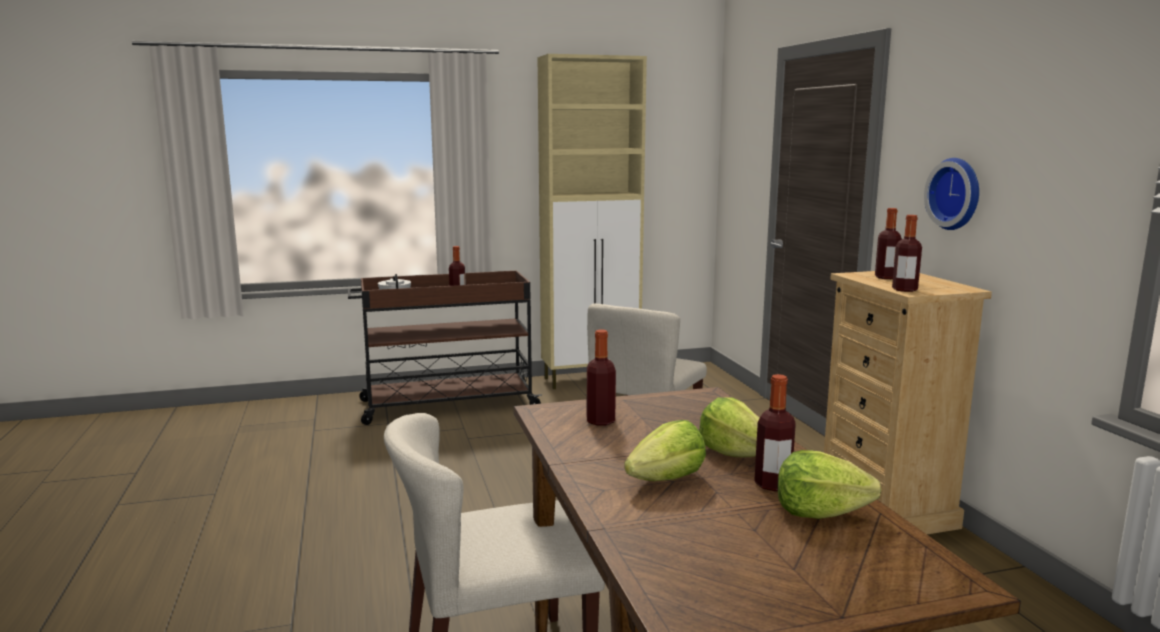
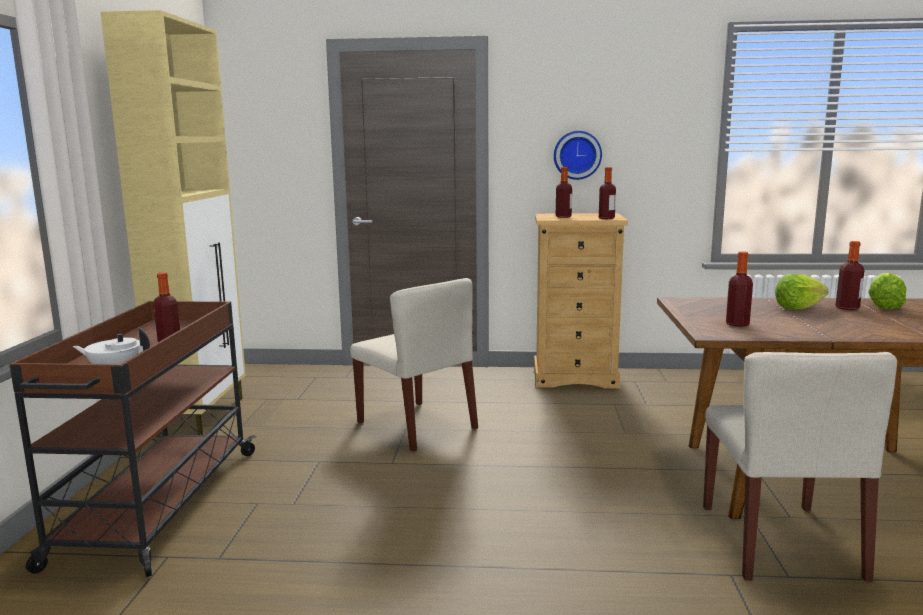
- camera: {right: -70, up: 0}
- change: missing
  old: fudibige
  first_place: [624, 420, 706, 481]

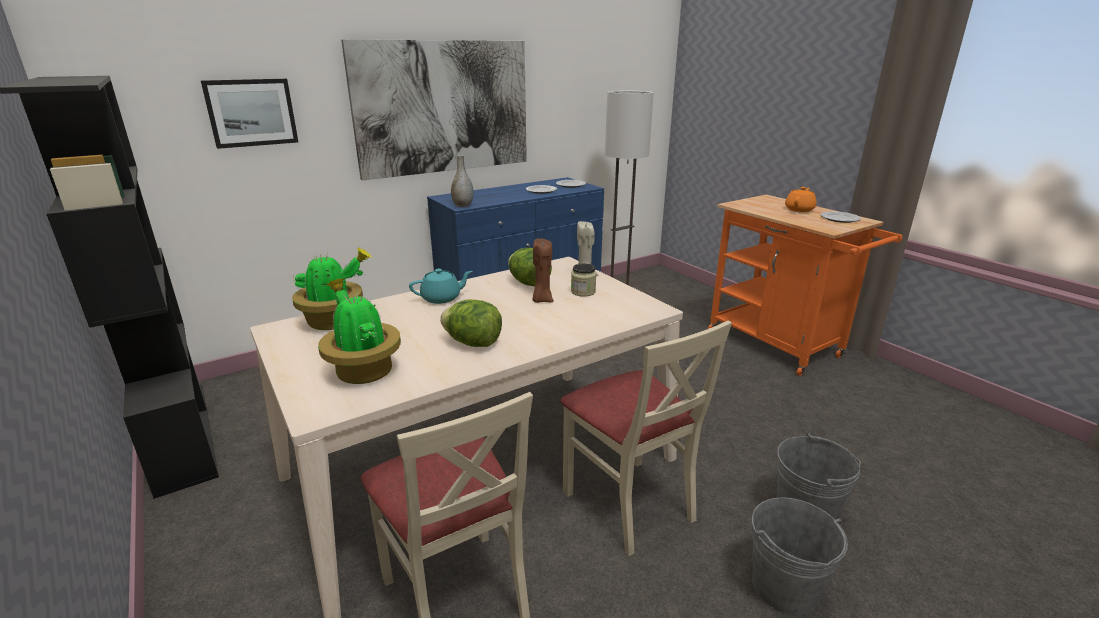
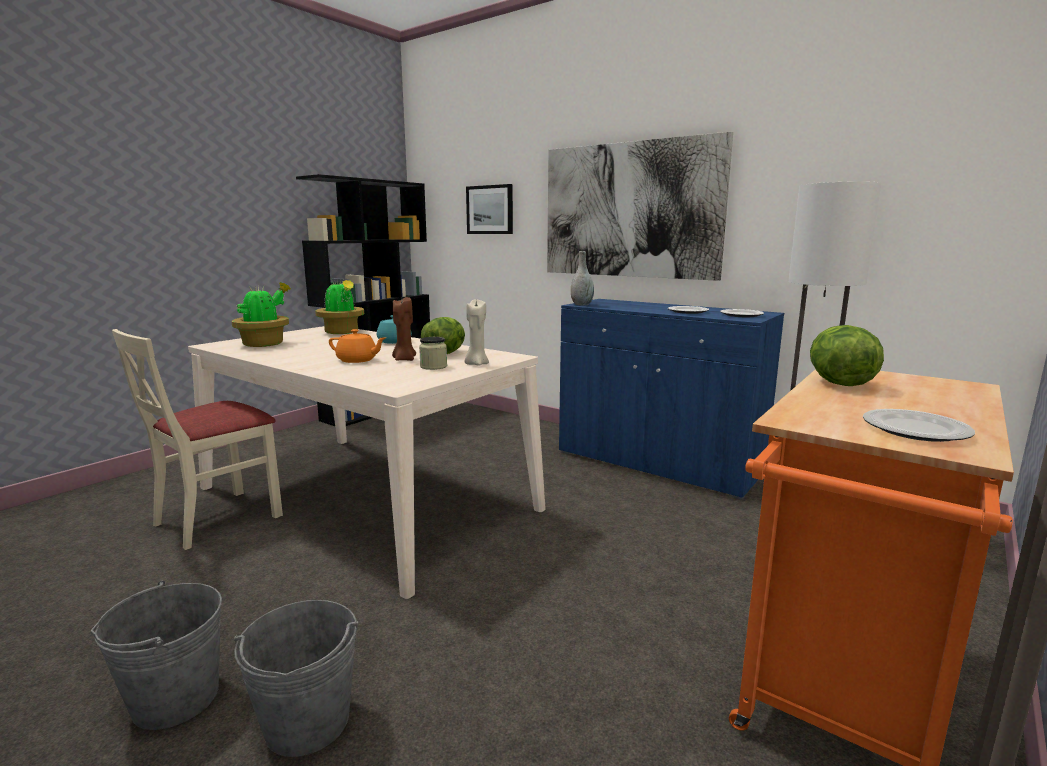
- camera: {right: 70, up: -10}
- change: relocated
  old: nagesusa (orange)
  first_place: [785, 187, 817, 212]
  second_place: [329, 329, 386, 363]
- change: relocated
  old: fudibige
  first_place: [440, 299, 502, 347]
  second_place: [810, 325, 884, 386]
- change: missing
  old: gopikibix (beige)
  first_place: [560, 320, 732, 556]

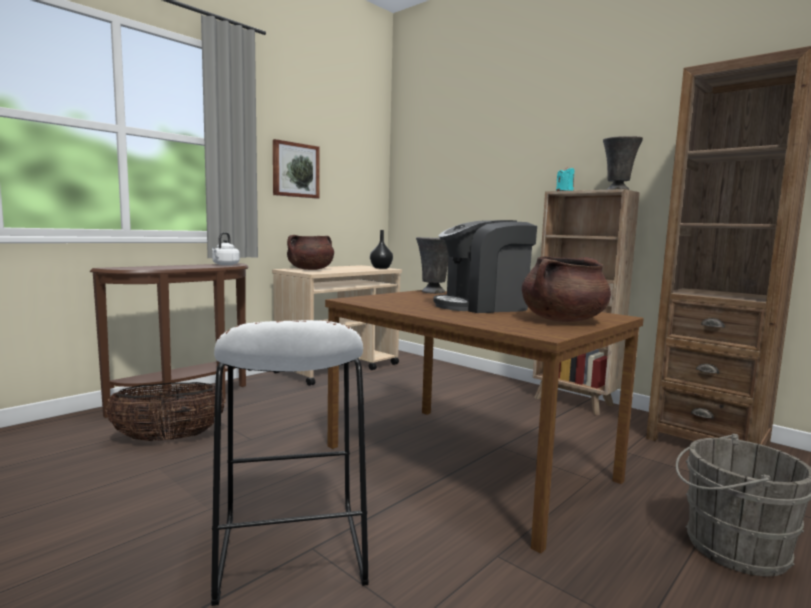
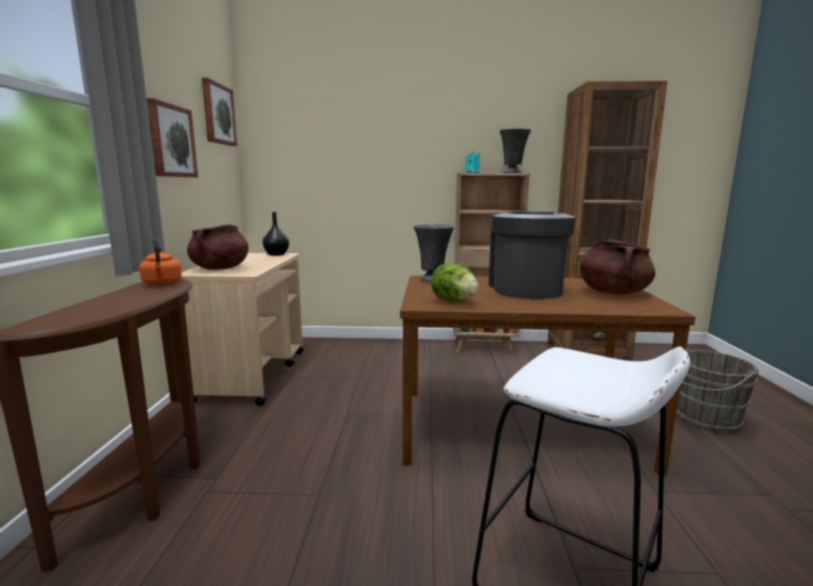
- camera: {right: -40, up: 5}
- change: spun
  old: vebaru
  first_place: [433, 220, 537, 313]
  second_place: [489, 211, 576, 299]
  degrees: 150
- change: colour
  old: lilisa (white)
  new: lilisa (orange)
  first_place: [212, 232, 240, 265]
  second_place: [139, 237, 182, 285]
- change: missing
  old: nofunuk
  first_place: [105, 382, 226, 441]
- change: appeared
  new: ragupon
  second_place: [202, 78, 237, 146]
- change: appeared
  new: fudibige
  second_place: [431, 263, 479, 302]

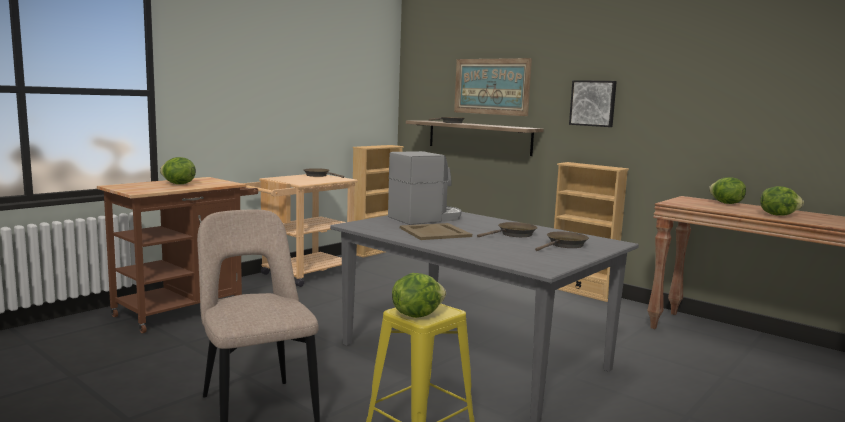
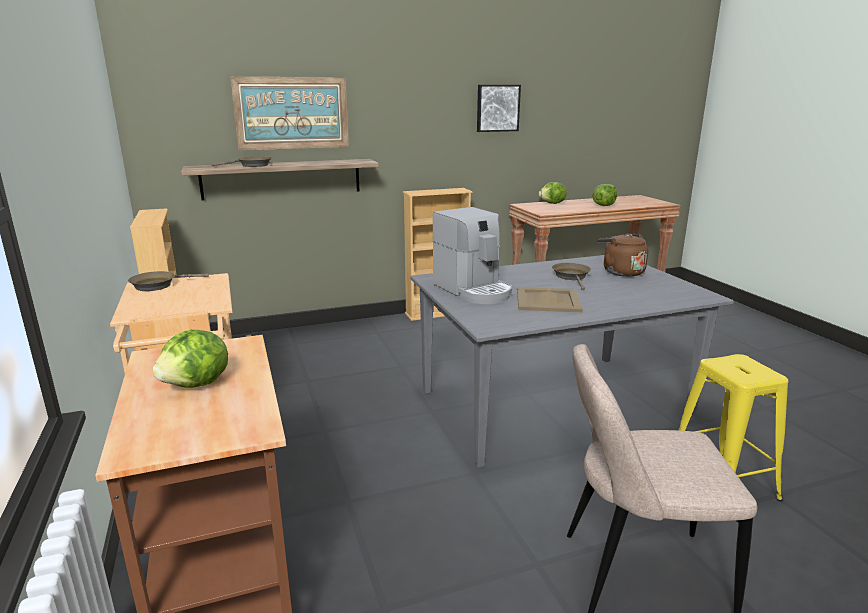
- camera: {right: -60, up: 10}
- change: relocated
  old: ragupon
  first_place: [569, 80, 617, 127]
  second_place: [477, 85, 521, 132]
- change: spun
  old: vebaru
  first_place: [388, 151, 462, 225]
  second_place: [432, 207, 512, 304]
  degrees: 150
- change: exchanged
  old: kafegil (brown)
  new: lilisa (brown)
  first_place: [535, 232, 589, 251]
  second_place: [598, 233, 648, 277]
- change: missing
  old: fudibige
  first_place: [392, 273, 446, 318]

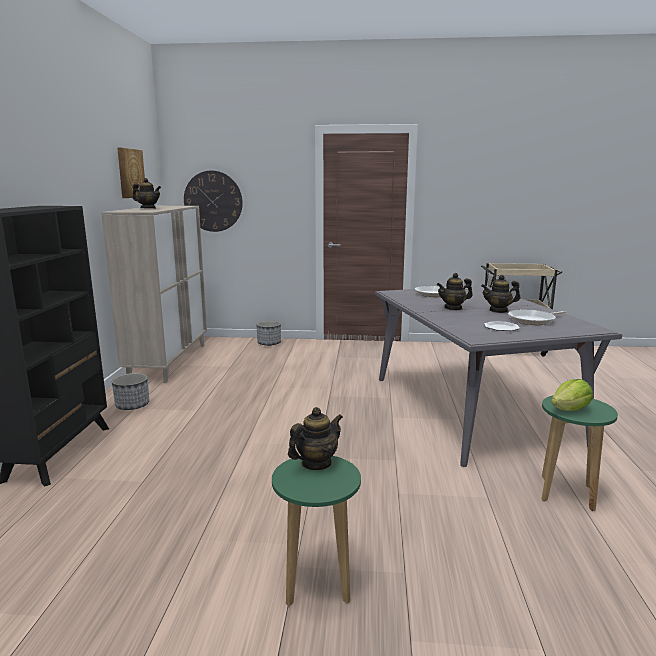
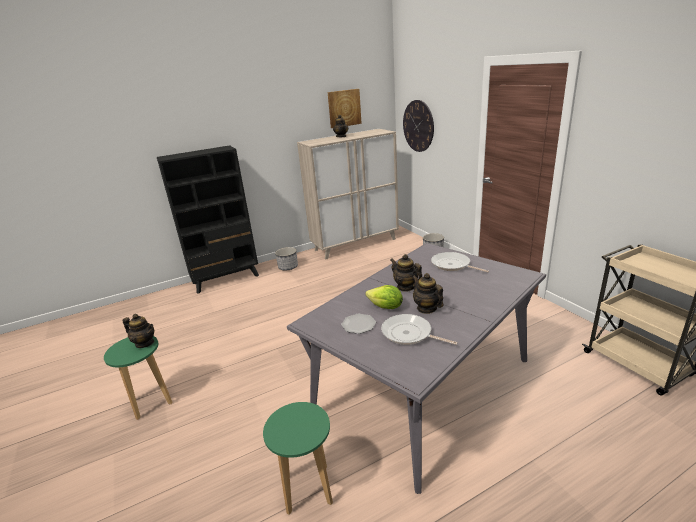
- camera: {right: 60, up: 10}
- change: relocated
  old: fudibige
  first_place: [551, 379, 593, 411]
  second_place: [365, 285, 403, 309]

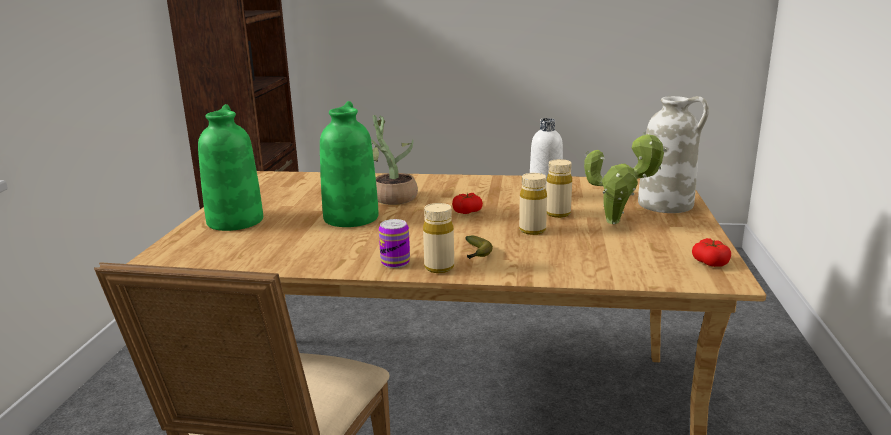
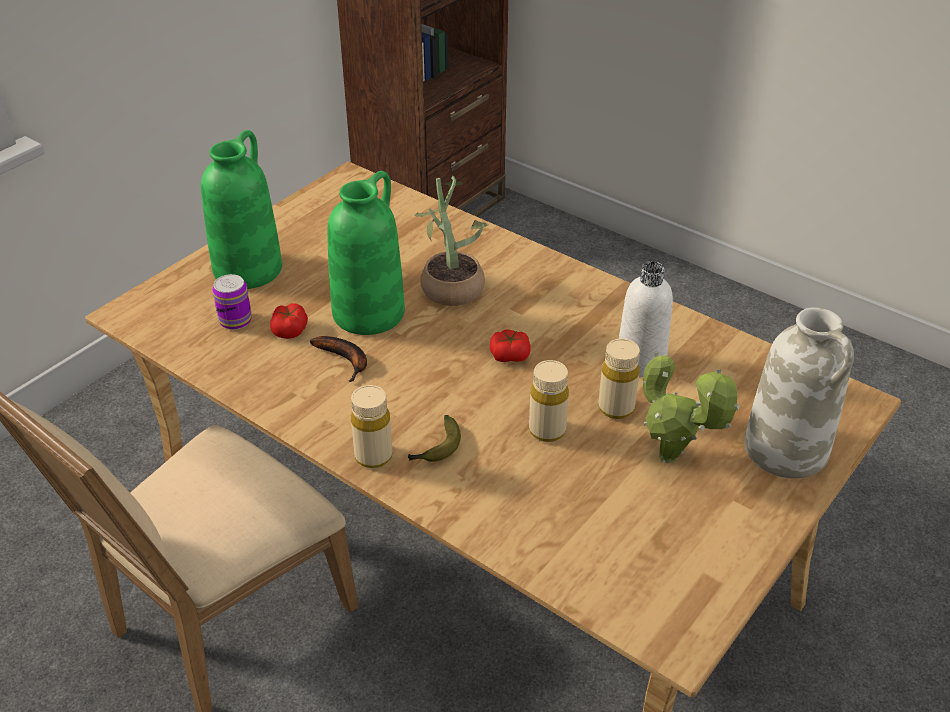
- camera: {right: 30, up: 20}
- change: relocated
  old: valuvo
  first_place: [379, 219, 410, 268]
  second_place: [212, 274, 252, 330]
- change: relocated
  old: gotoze
  first_place: [692, 238, 731, 267]
  second_place: [270, 303, 308, 339]
- change: appeared
  new: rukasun
  second_place: [310, 336, 367, 382]

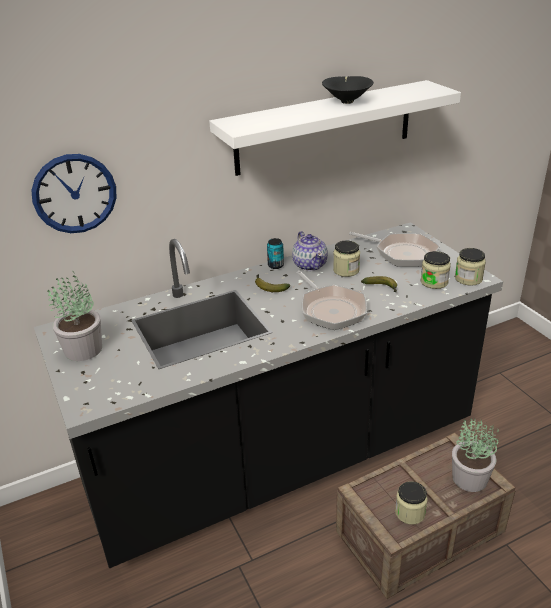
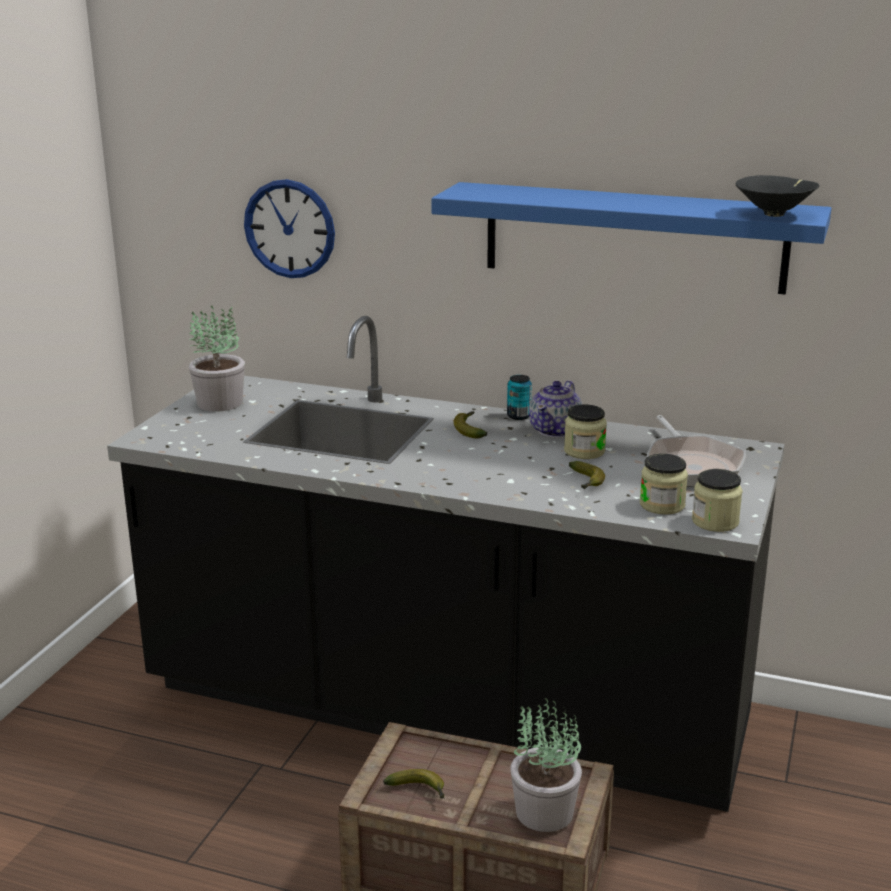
- camera: {right: 45, up: -10}
- change: relocated
  old: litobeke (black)
  first_place: [322, 76, 374, 104]
  second_place: [736, 175, 819, 217]
- change: colour
  old: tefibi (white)
  new: tefibi (blue)
  first_place: [209, 80, 461, 176]
  second_place: [431, 182, 832, 295]
- change: missing
  old: kafegil
  first_place: [297, 271, 367, 330]
- change: exchanged
  old: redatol
  new: rukasun
  first_place: [395, 481, 428, 525]
  second_place: [383, 769, 445, 799]

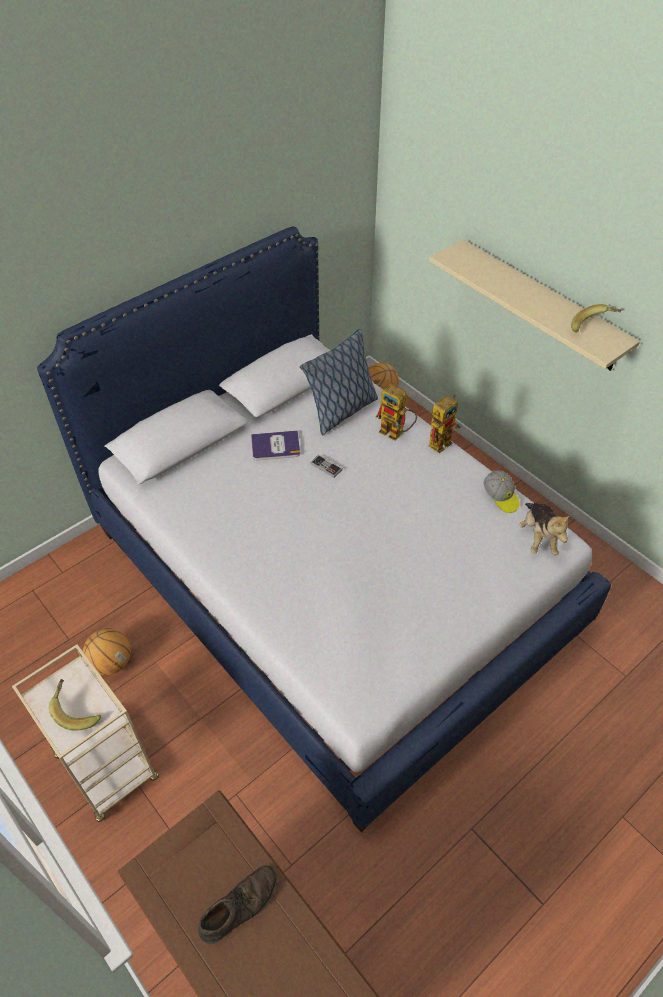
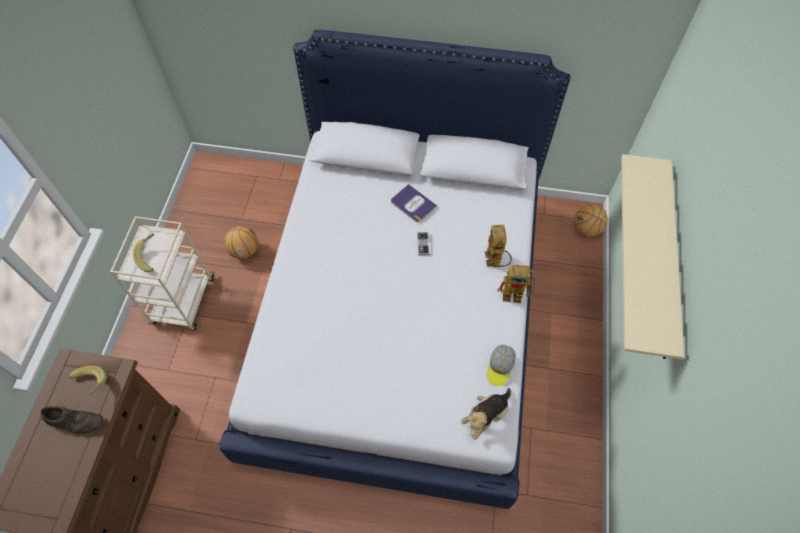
- camera: {right: 50, up: 10}
- change: relocated
  old: rukasun
  first_place: [571, 304, 622, 333]
  second_place: [69, 366, 107, 395]
- change: missing
  old: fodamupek
  first_place: [300, 329, 378, 436]

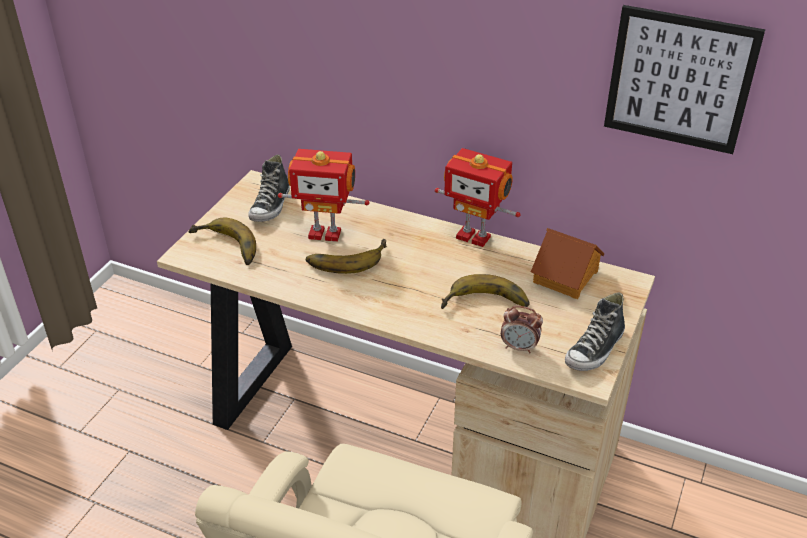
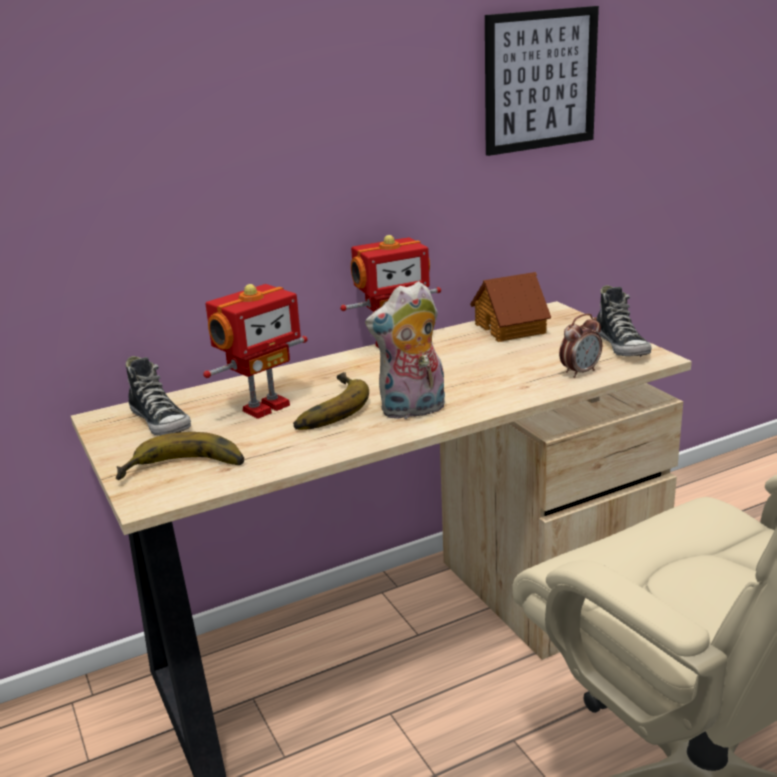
- camera: {right: -50, up: -15}
- change: missing
  old: rukasun
  first_place: [441, 274, 530, 309]
- change: appeared
  new: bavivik
  second_place: [365, 281, 445, 420]

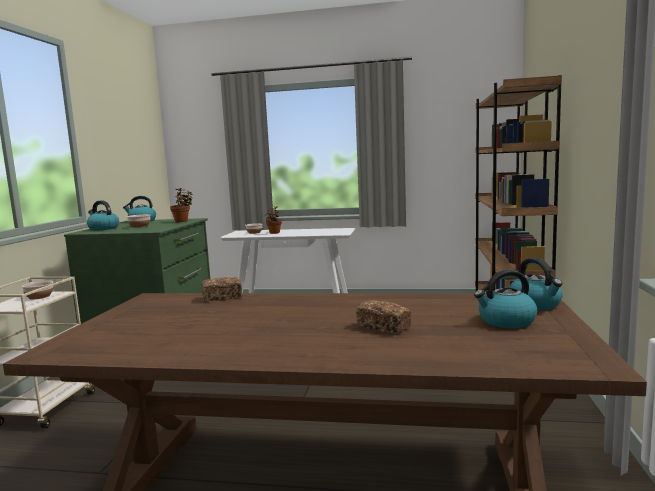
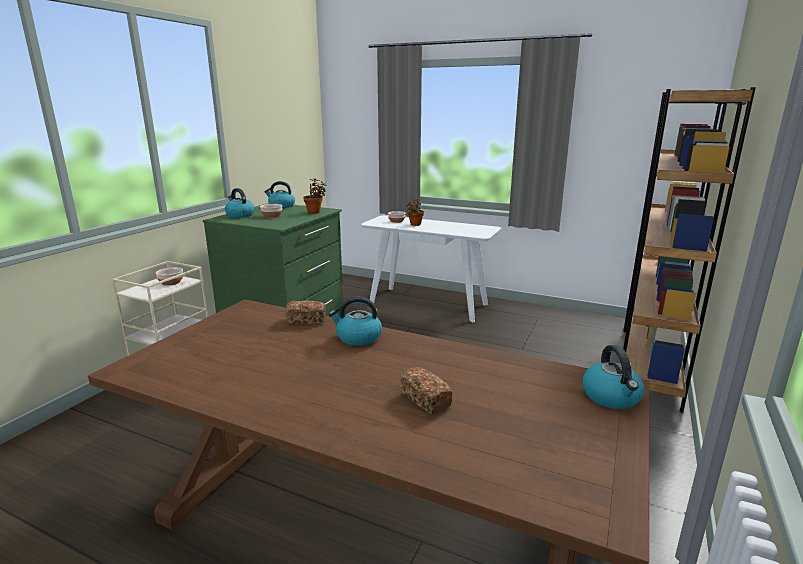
- camera: {right: 15, up: 10}
- change: relocated
  old: lilisa
  first_place: [474, 270, 537, 328]
  second_place: [329, 297, 382, 346]

